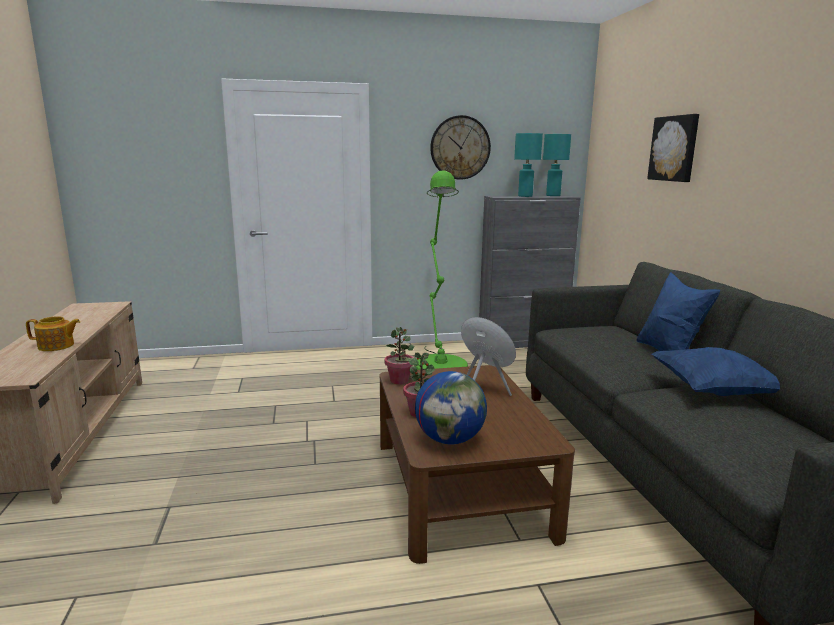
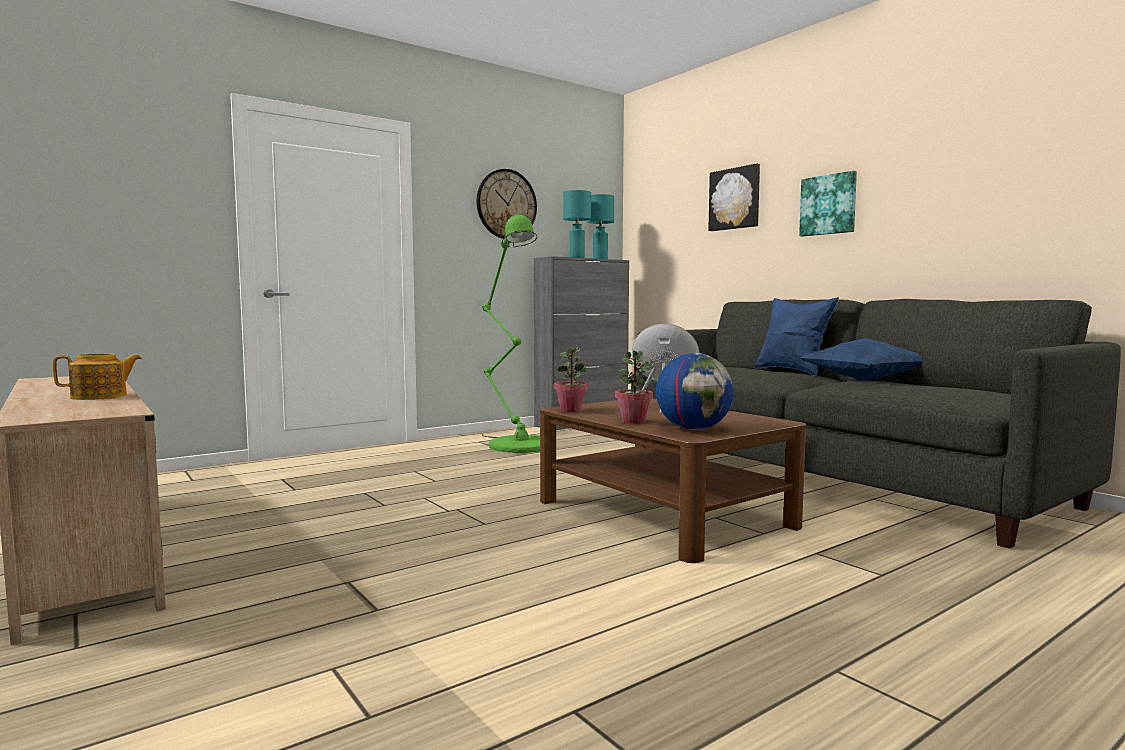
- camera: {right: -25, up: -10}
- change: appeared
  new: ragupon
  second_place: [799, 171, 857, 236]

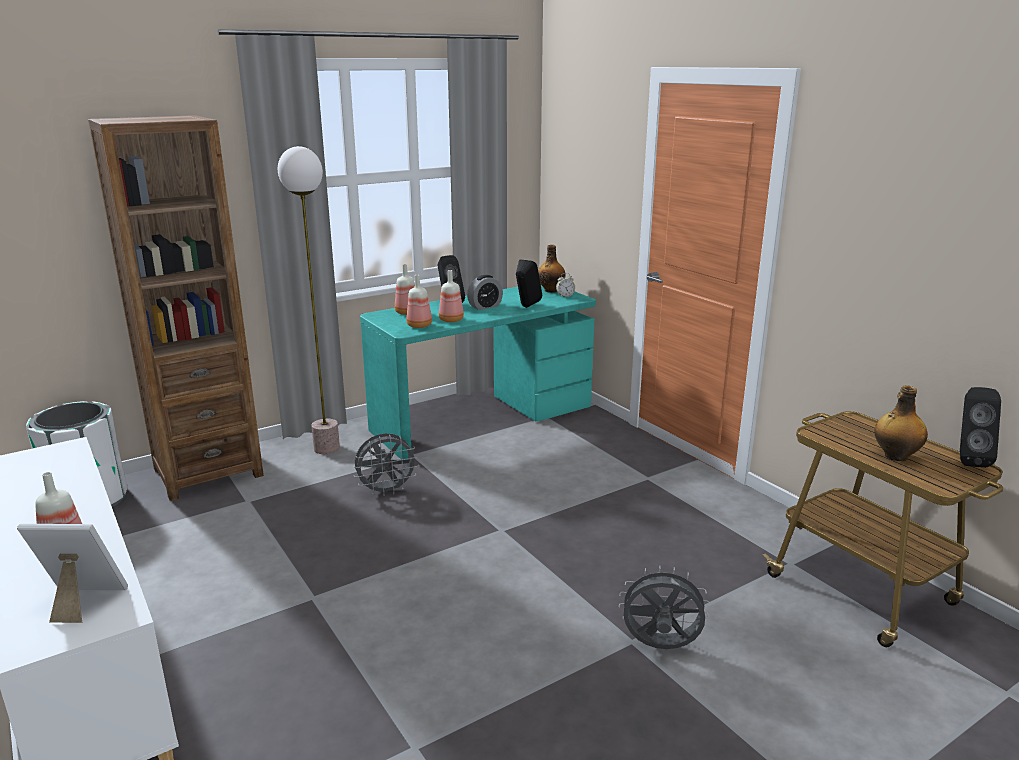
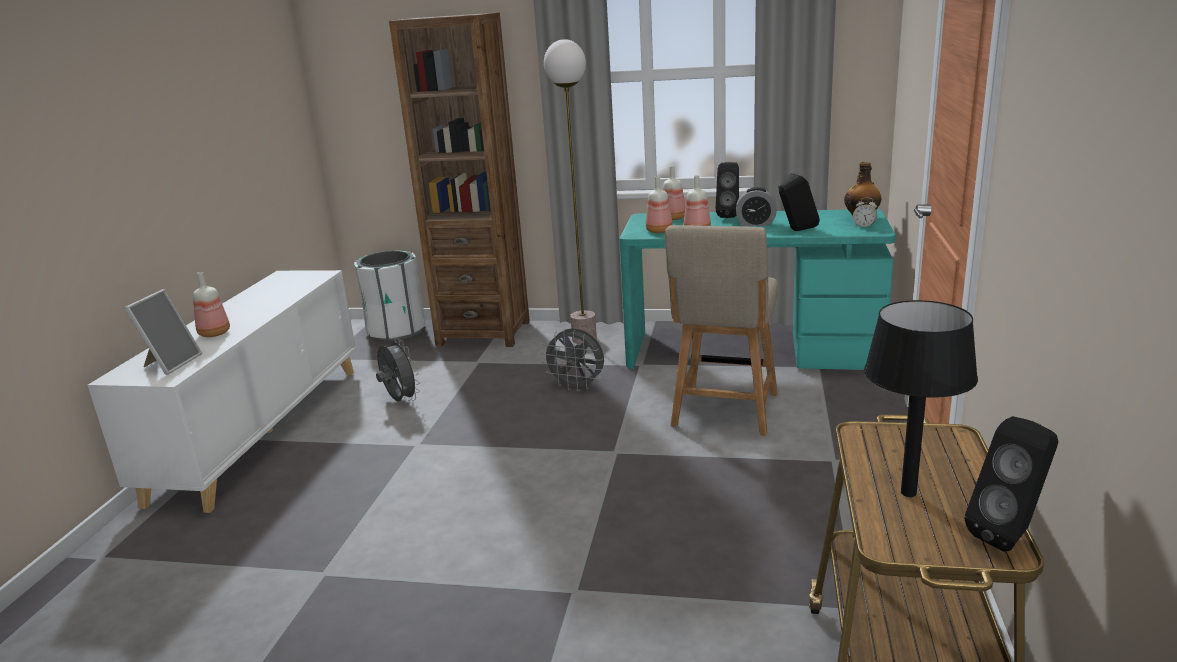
- camera: {right: 45, up: 0}
- change: exchanged
  old: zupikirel
  new: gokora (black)
  first_place: [874, 386, 928, 461]
  second_place: [864, 300, 978, 497]
- change: spun
  old: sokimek
  first_place: [17, 524, 128, 623]
  second_place: [125, 289, 202, 375]
  degrees: 60
- change: relocated
  old: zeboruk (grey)
  first_place: [619, 566, 710, 649]
  second_place: [376, 338, 420, 401]
- change: appeared
  new: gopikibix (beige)
  second_place: [665, 225, 778, 436]

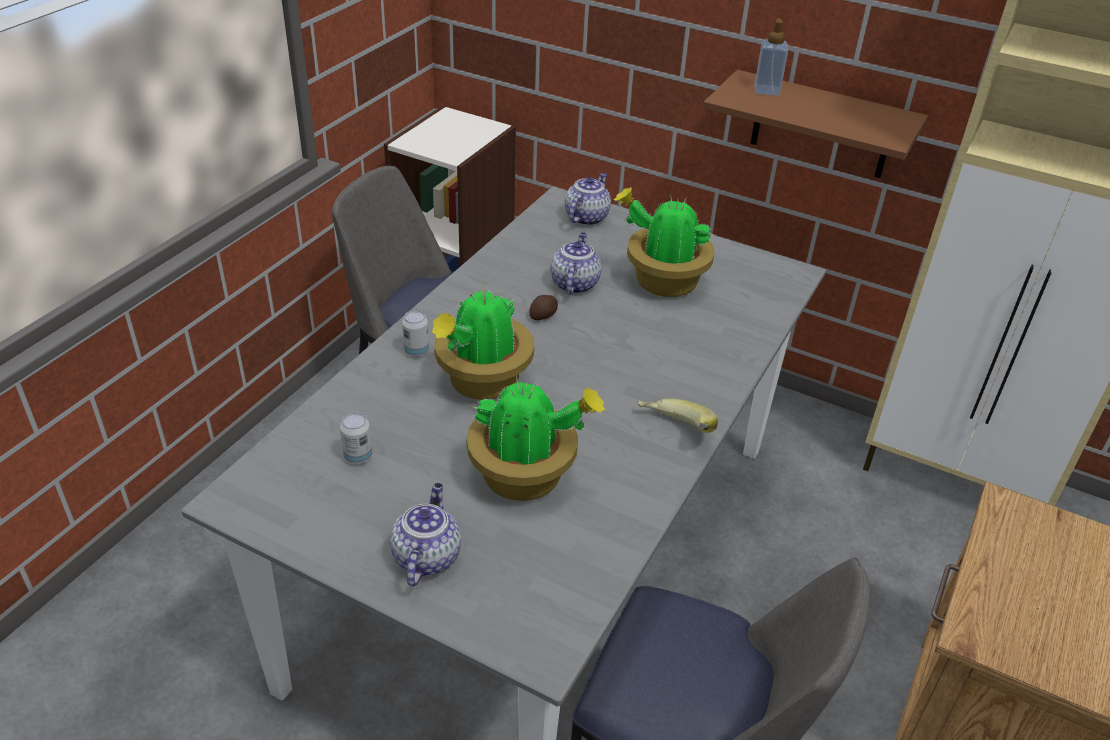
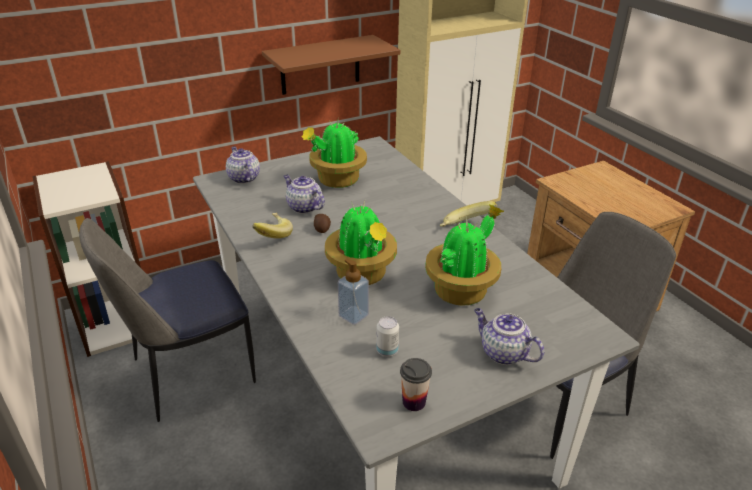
- camera: {right: -55, up: -5}
- change: relocated
  old: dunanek
  first_place: [755, 18, 788, 96]
  second_place: [338, 259, 369, 325]
- change: missing
  old: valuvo
  first_place: [402, 310, 429, 357]
- change: appeared
  new: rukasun
  second_place: [252, 213, 293, 239]
- change: appeared
  new: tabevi
  second_place: [400, 358, 432, 411]

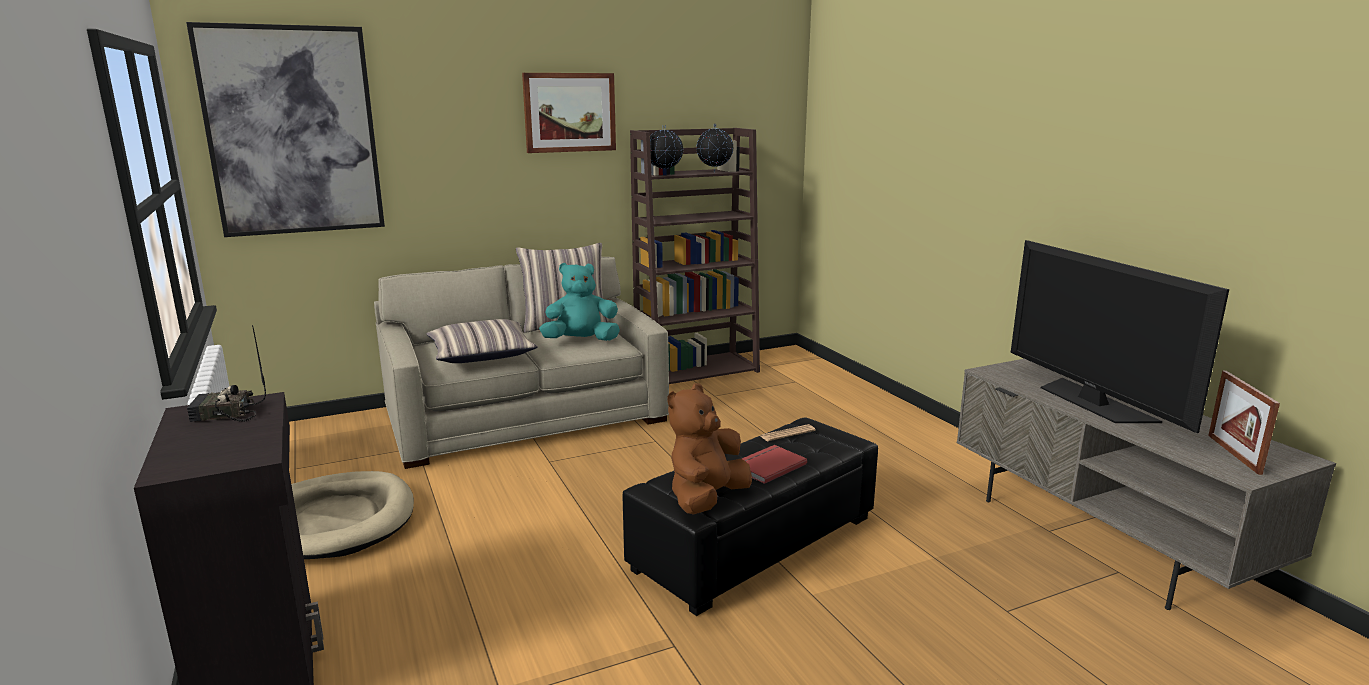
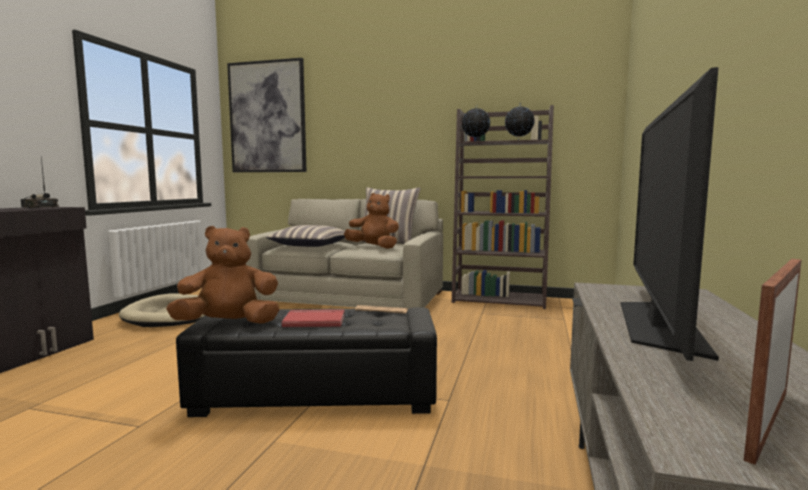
- camera: {right: 40, up: -10}
- change: missing
  old: ragupon
  first_place: [522, 73, 616, 153]
- change: colour
  old: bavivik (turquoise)
  new: bavivik (brown)
  first_place: [539, 263, 620, 341]
  second_place: [344, 193, 399, 249]

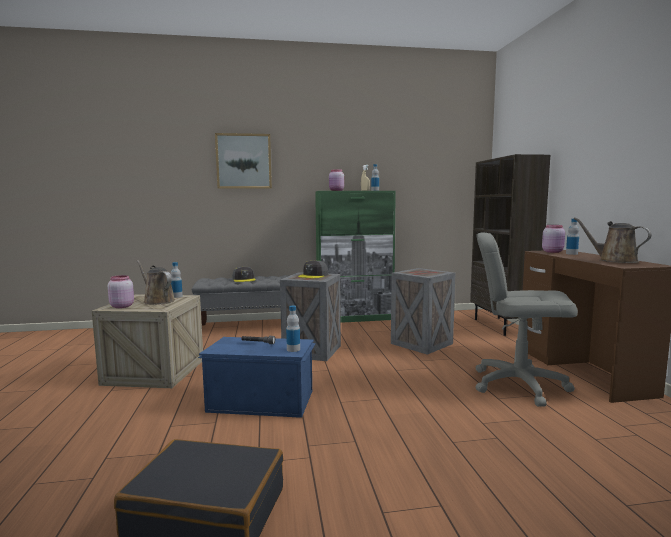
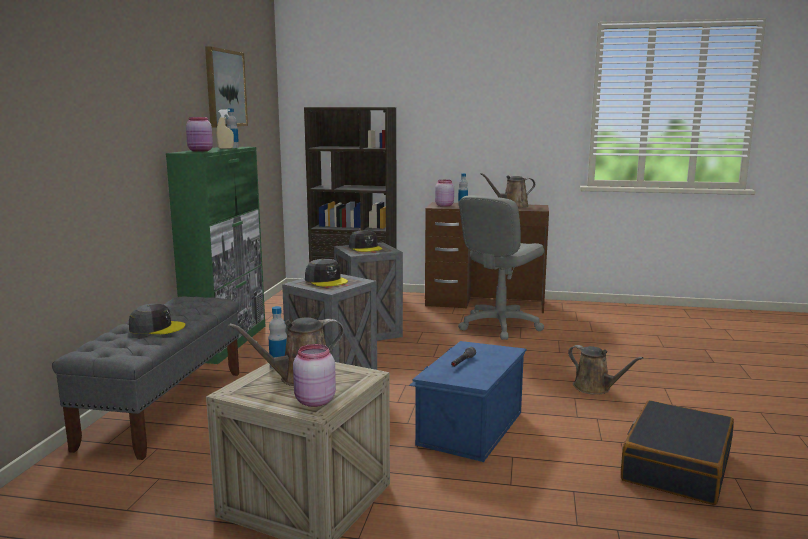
- camera: {right: -70, up: 5}
- change: relocated
  old: ragupon
  first_place: [215, 133, 272, 189]
  second_place: [205, 46, 248, 128]
- change: missing
  old: zupikirel
  first_place: [286, 305, 300, 352]
- change: appeared
  new: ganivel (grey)
  second_place: [349, 230, 382, 252]
- change: appeared
  new: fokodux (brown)
  second_place: [568, 345, 643, 395]

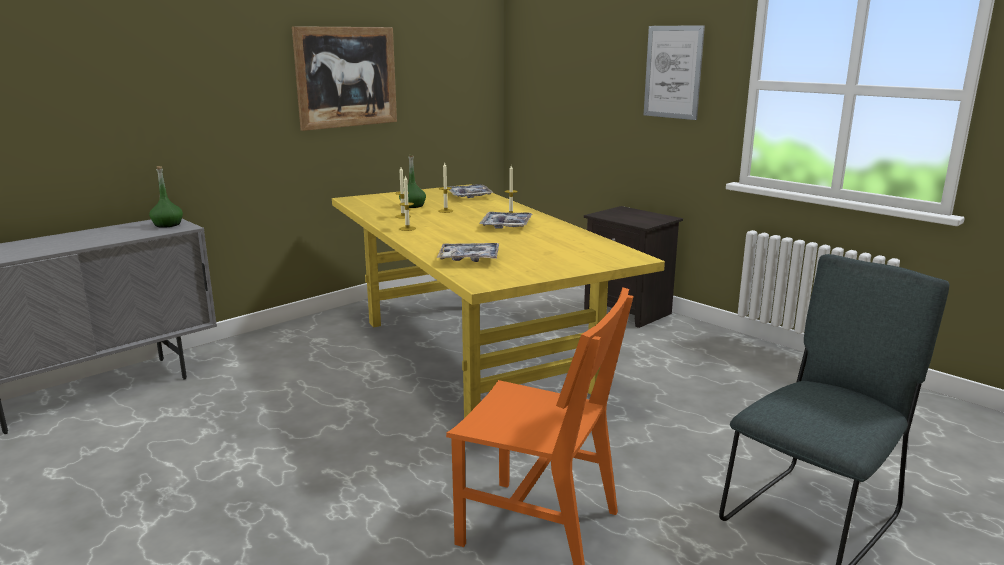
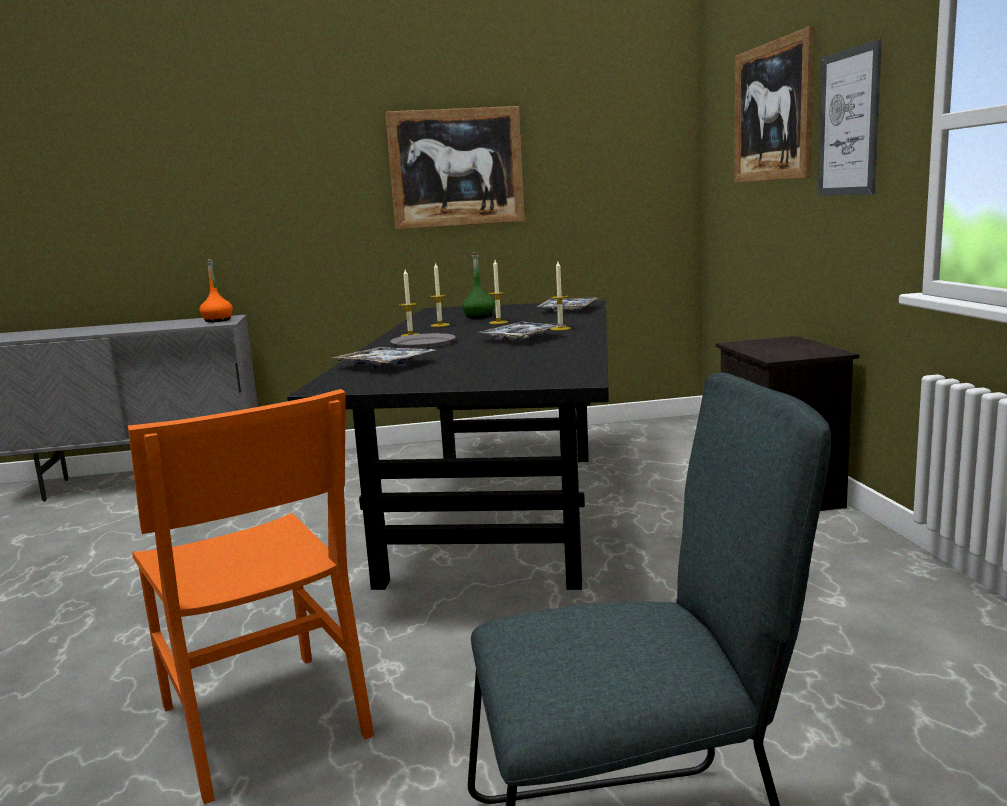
- camera: {right: 35, up: -5}
- change: colour
  old: zupikirel (green)
  new: zupikirel (orange)
  first_place: [149, 166, 183, 228]
  second_place: [199, 259, 233, 322]
- change: colour
  old: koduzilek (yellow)
  new: koduzilek (black)
  first_place: [332, 184, 665, 418]
  second_place: [287, 300, 609, 590]
- change: appeared
  new: ragupon
  second_place: [734, 26, 815, 183]
- change: appeared
  new: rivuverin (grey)
  second_place: [390, 333, 456, 348]

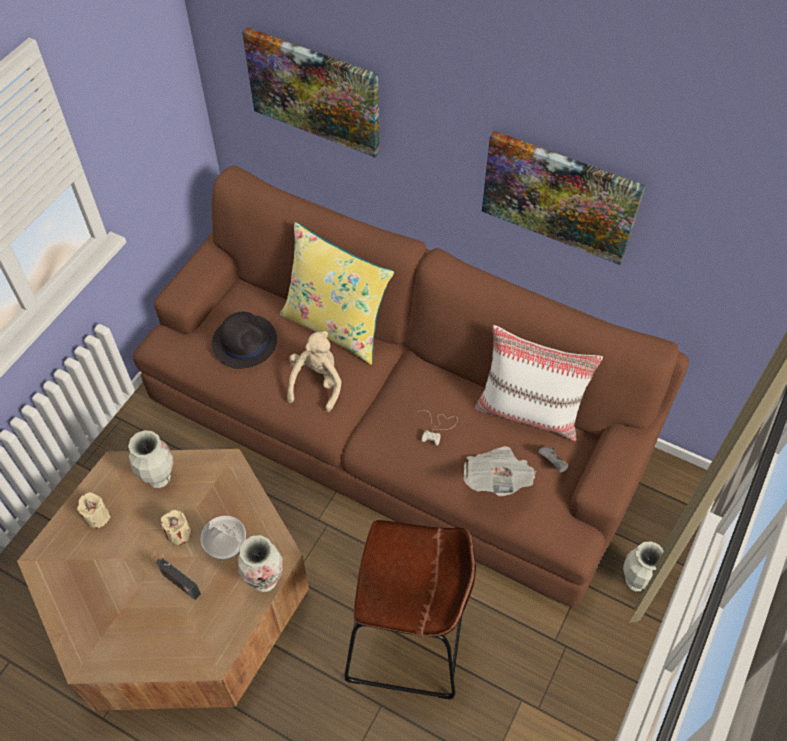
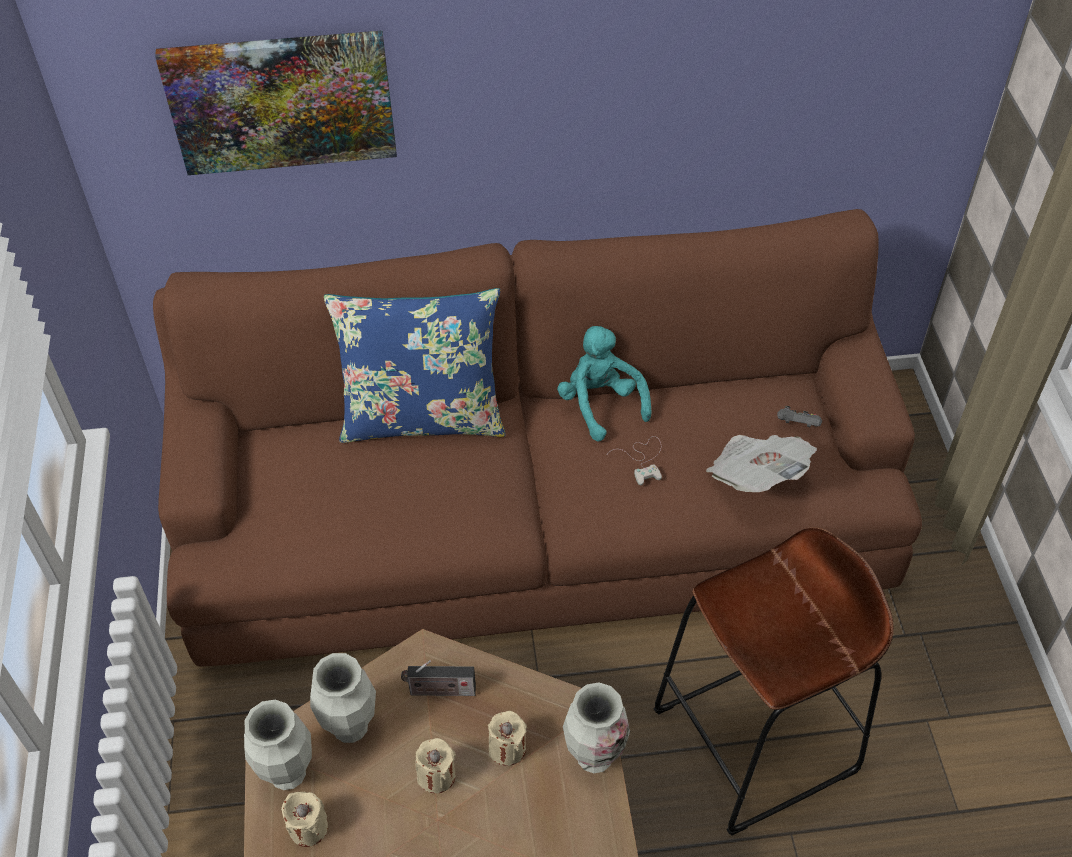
- camera: {right: -35, up: -5}
- change: missing
  old: ragupon
  first_place: [482, 131, 646, 265]
- change: colour
  old: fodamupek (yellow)
  new: fodamupek (blue)
  first_place: [280, 222, 394, 365]
  second_place: [324, 288, 506, 443]
- change: missing
  old: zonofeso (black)
  first_place: [212, 312, 277, 369]
- change: missing
  old: fodamupek (white)
  first_place: [474, 325, 603, 441]
- change: missing
  old: bavivik (beige)
  first_place: [287, 331, 341, 412]
- change: exchanged
  old: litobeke
  new: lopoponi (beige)
  first_place: [201, 516, 246, 560]
  second_place: [488, 711, 527, 766]
- change: relocated
  old: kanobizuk
  first_place: [623, 541, 663, 591]
  second_place: [244, 700, 312, 790]
- change: relocated
  old: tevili
  first_place: [156, 558, 201, 600]
  second_place: [401, 660, 476, 696]
- change: appeared
  new: bavivik (turquoise)
  second_place: [557, 326, 652, 441]

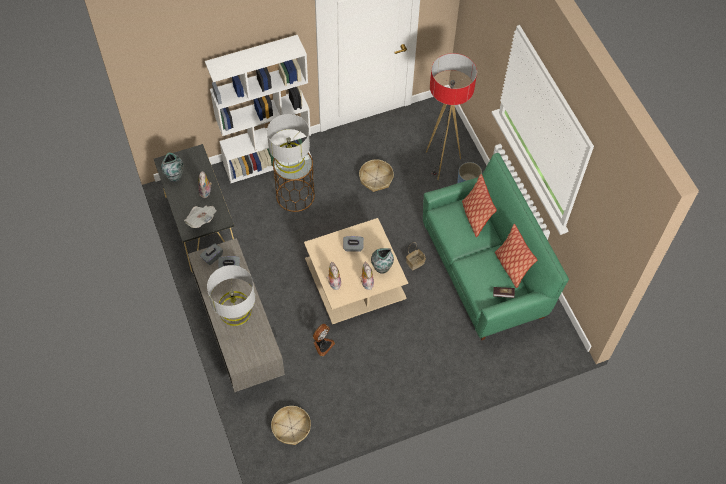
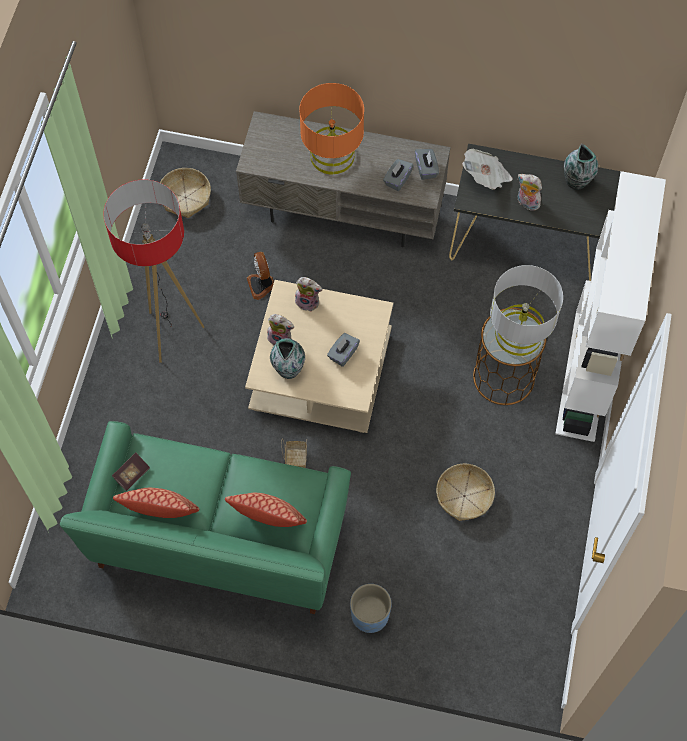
- camera: {right: 125, up: 5}
- change: relocated
  old: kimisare
  first_place: [426, 53, 477, 180]
  second_place: [103, 180, 204, 363]
- change: colour
  old: gokora (grey)
  new: gokora (orange)
  first_place: [207, 265, 255, 326]
  second_place: [299, 83, 364, 175]

